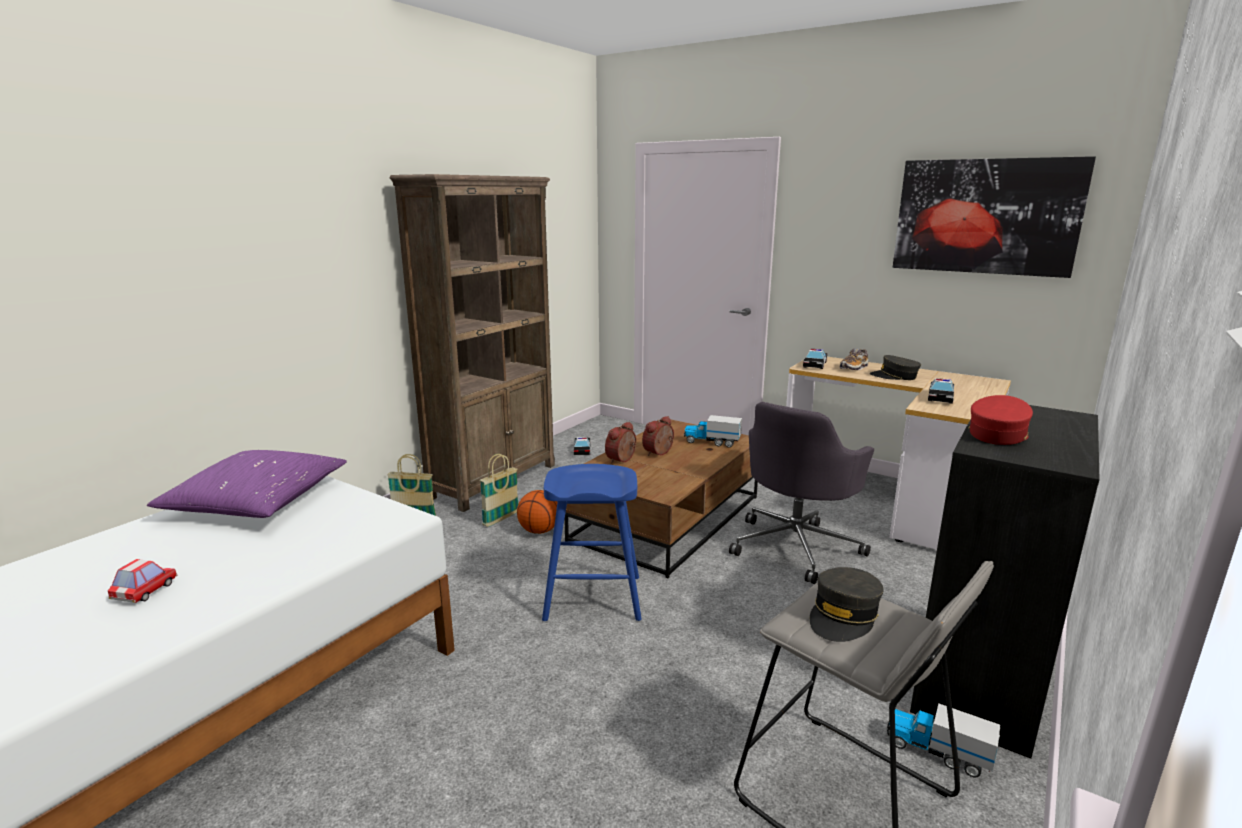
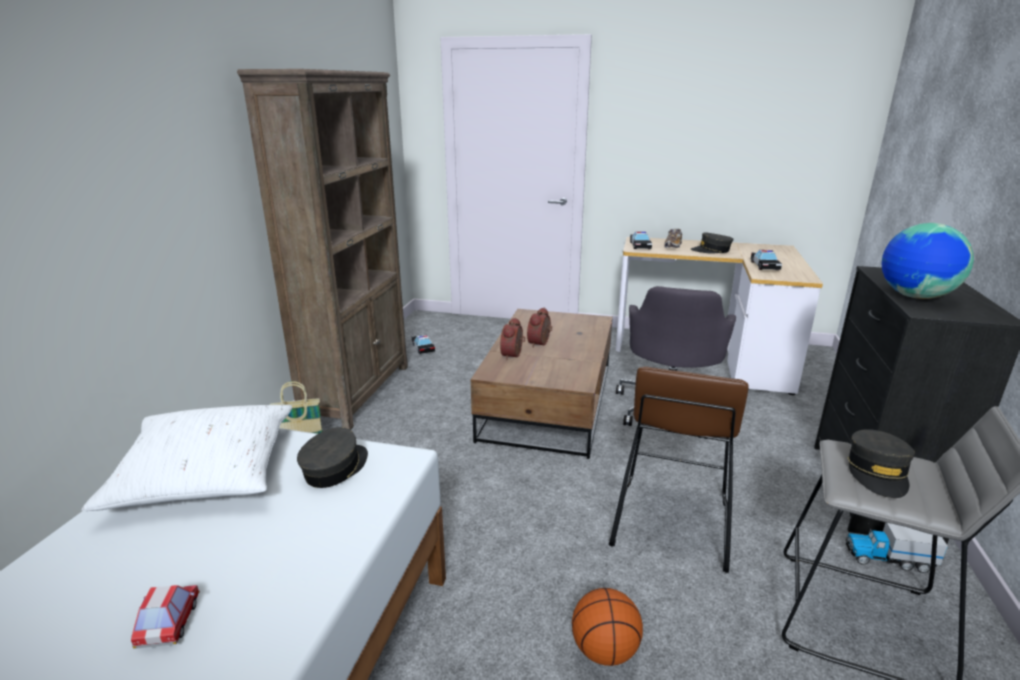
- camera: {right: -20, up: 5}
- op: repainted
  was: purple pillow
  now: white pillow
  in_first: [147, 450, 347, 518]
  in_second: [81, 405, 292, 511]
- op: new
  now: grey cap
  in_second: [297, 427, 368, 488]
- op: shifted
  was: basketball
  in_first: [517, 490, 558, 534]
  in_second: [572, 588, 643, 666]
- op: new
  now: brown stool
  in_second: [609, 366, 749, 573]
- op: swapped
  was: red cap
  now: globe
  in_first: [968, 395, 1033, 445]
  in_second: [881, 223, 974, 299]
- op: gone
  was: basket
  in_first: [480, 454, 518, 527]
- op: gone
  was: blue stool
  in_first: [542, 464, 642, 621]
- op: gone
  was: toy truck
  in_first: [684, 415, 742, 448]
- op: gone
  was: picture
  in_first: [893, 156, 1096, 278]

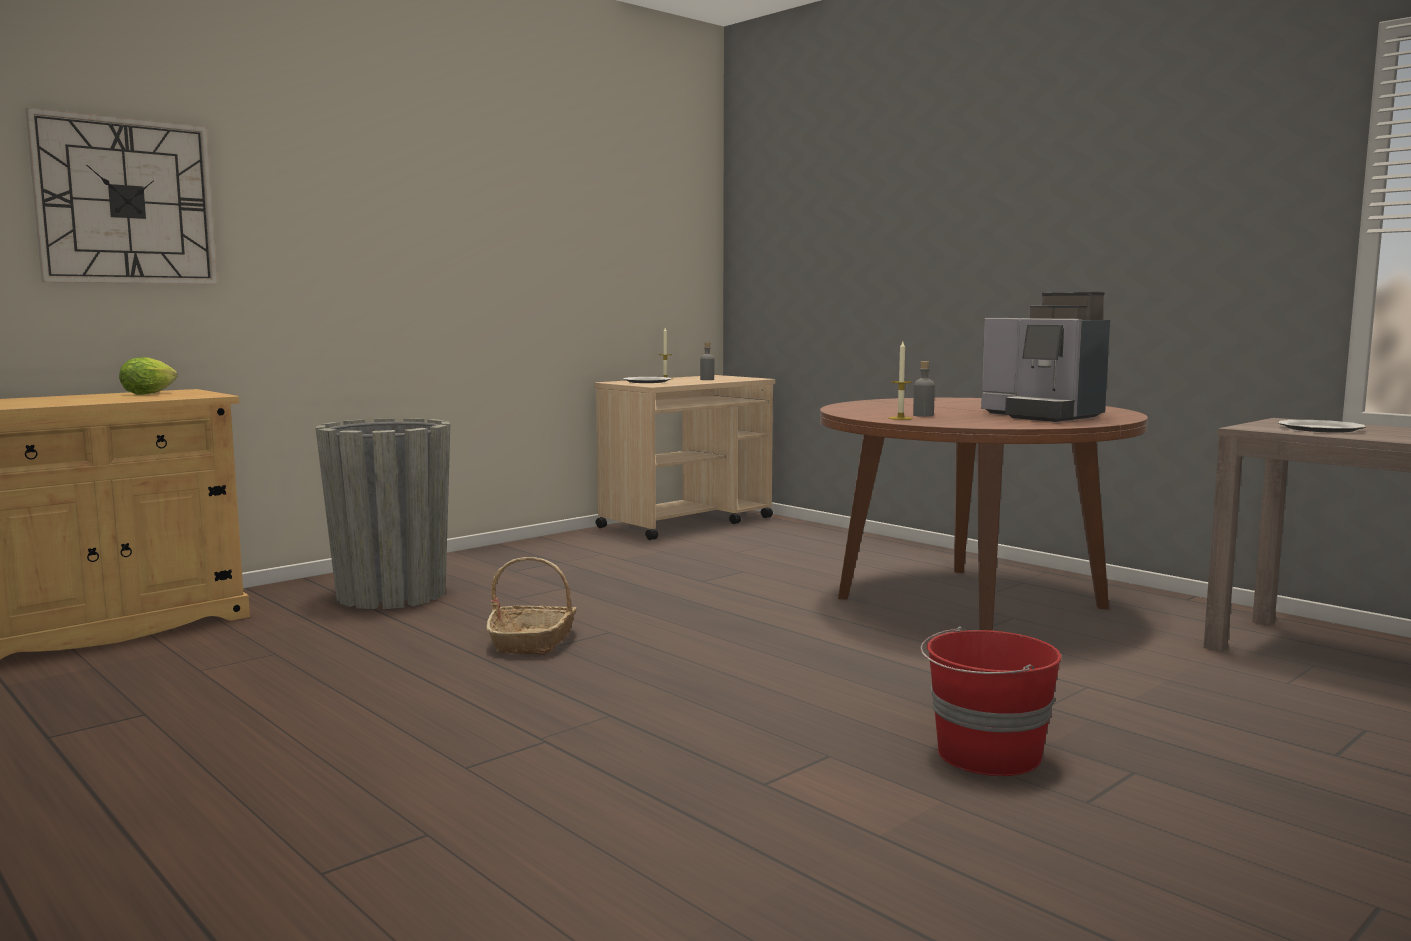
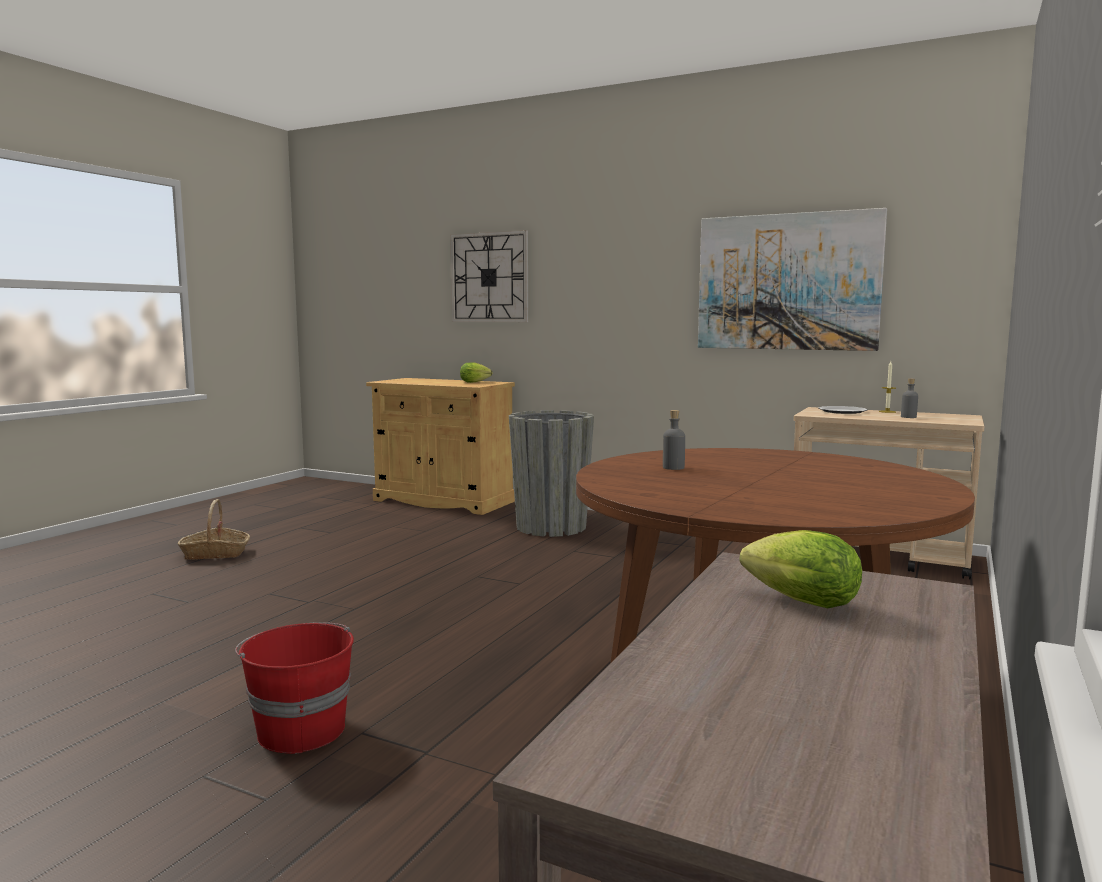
- camera: {right: 70, up: 0}
- op: shifted
  was: basket
  in_first: [486, 557, 577, 655]
  in_second: [178, 499, 250, 560]
- op: new
  now: picture
  in_second: [698, 208, 887, 351]
- op: swapped
  was: plate
  now: lettuce
  in_first: [1278, 420, 1366, 433]
  in_second: [740, 530, 862, 608]
- op: gone
  was: candle
  in_first: [889, 341, 913, 420]
- op: gone
  was: coffee machine
  in_first: [981, 292, 1110, 422]

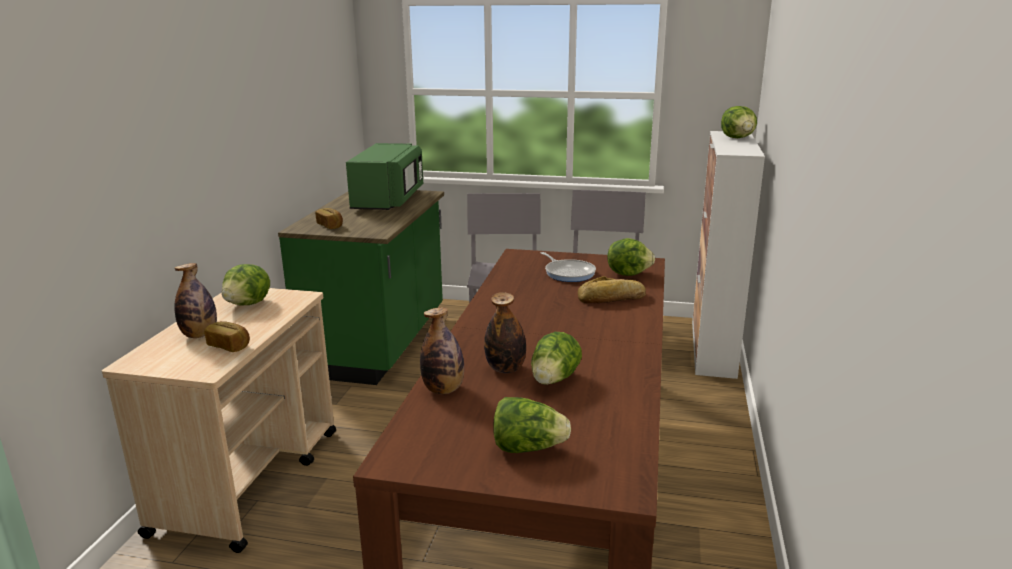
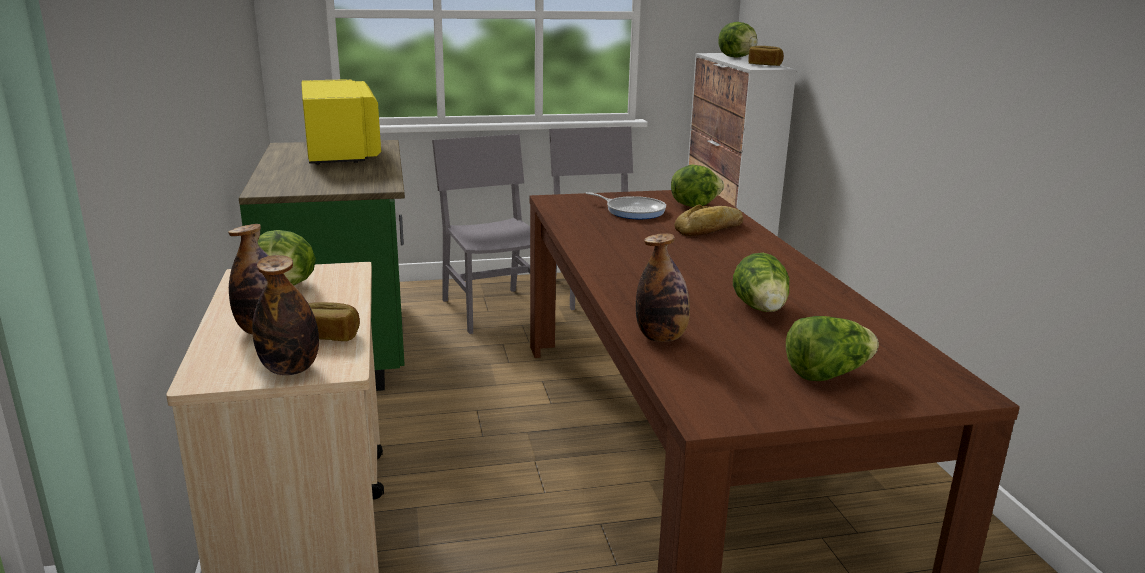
- camera: {right: -25, up: 0}
- op: shifted
  was: bottle
  in_first: [484, 292, 526, 373]
  in_second: [252, 255, 319, 375]
- op: repainted
  was: green microwave
  now: yellow microwave
  in_first: [346, 143, 423, 210]
  in_second: [301, 79, 381, 165]
- op: shifted
  was: bread
  in_first: [315, 208, 343, 229]
  in_second: [748, 46, 784, 66]

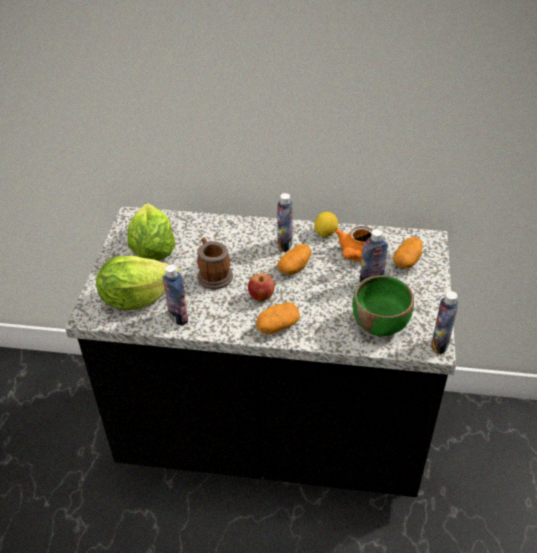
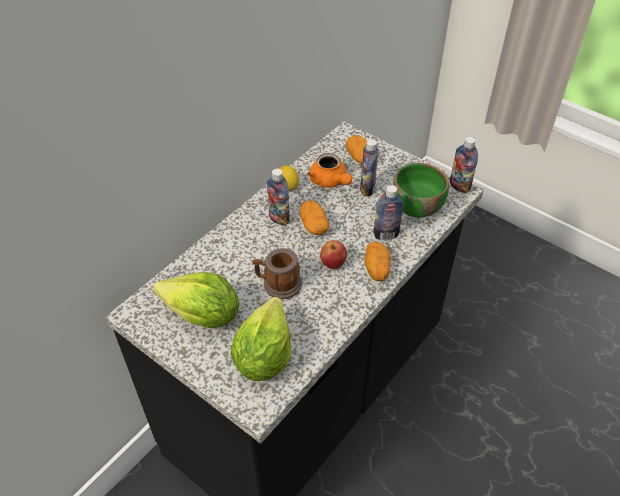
- camera: {right: -60, up: 5}
- op: shifted
  was: bottle
  in_first: [163, 265, 188, 326]
  in_second: [373, 185, 404, 240]

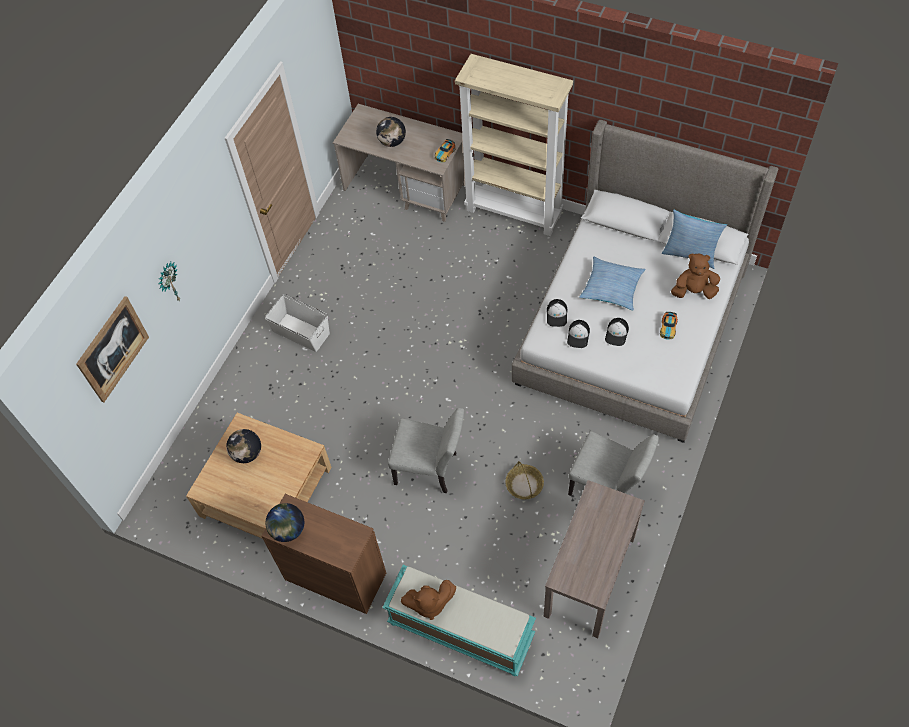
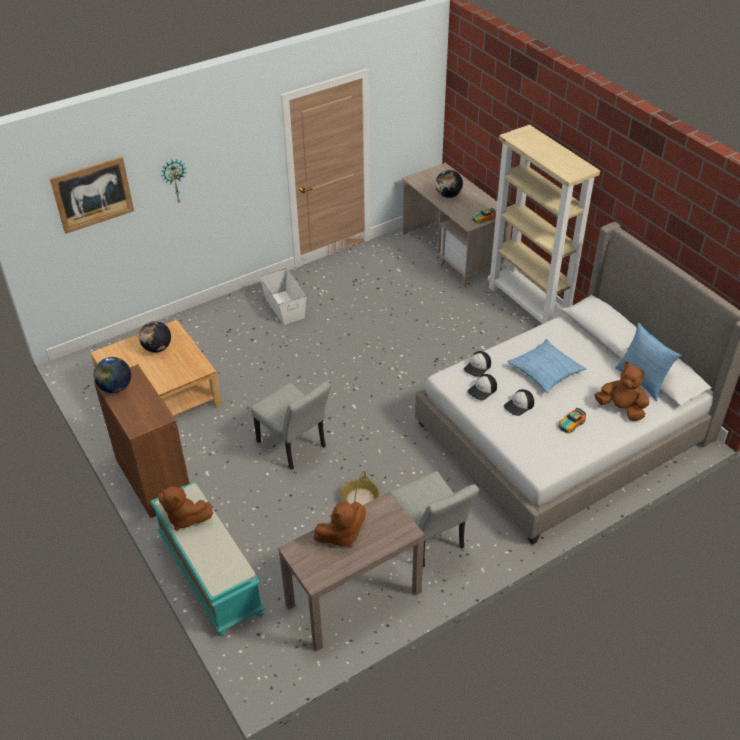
- camera: {right: 30, up: -15}
- op: new
  now: brown plush toy
  in_second: [313, 502, 366, 548]

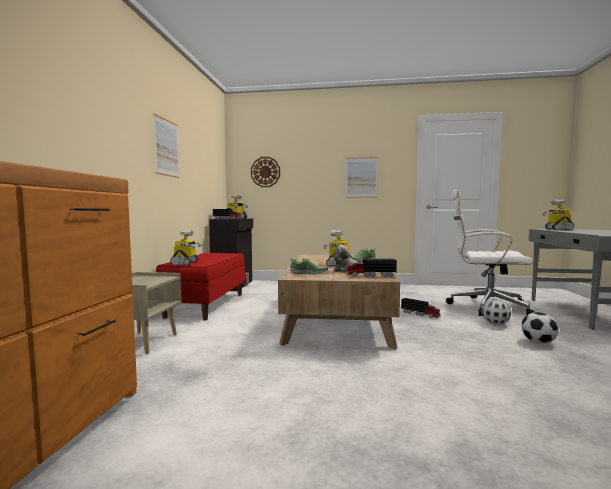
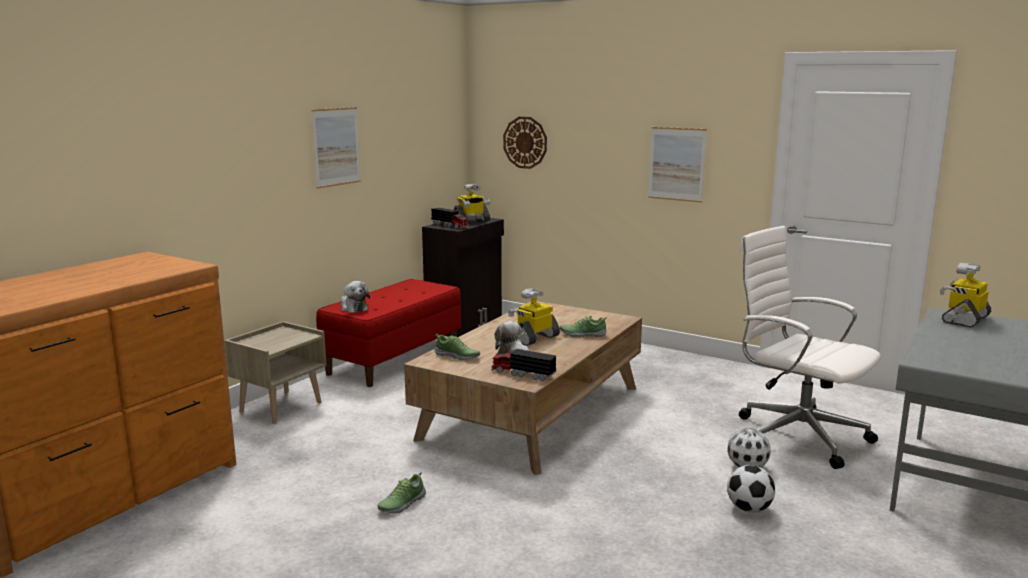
- camera: {right: 25, up: 10}
- op: swapped
  was: toy robot
  now: plush toy
  in_first: [170, 230, 201, 266]
  in_second: [341, 281, 370, 313]
- op: new
  now: shoe
  in_second: [378, 472, 426, 513]
- op: gone
  was: toy truck
  in_first: [401, 298, 441, 318]

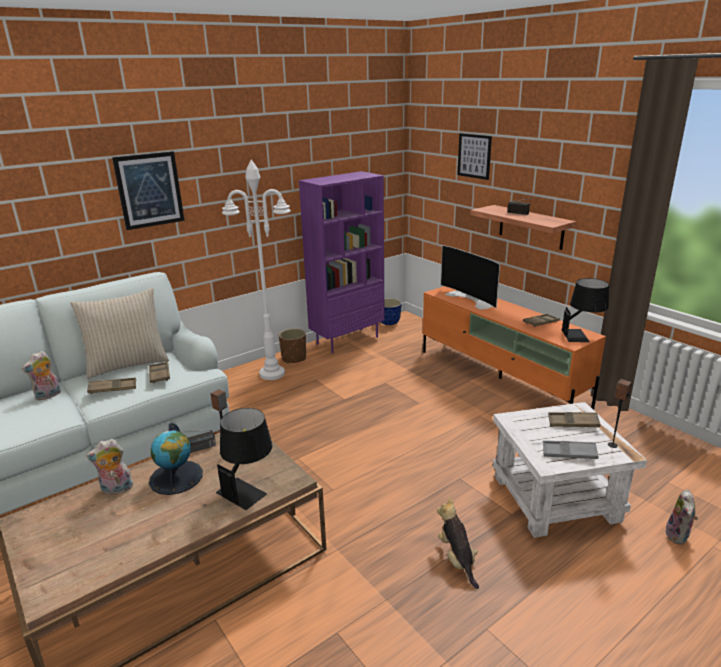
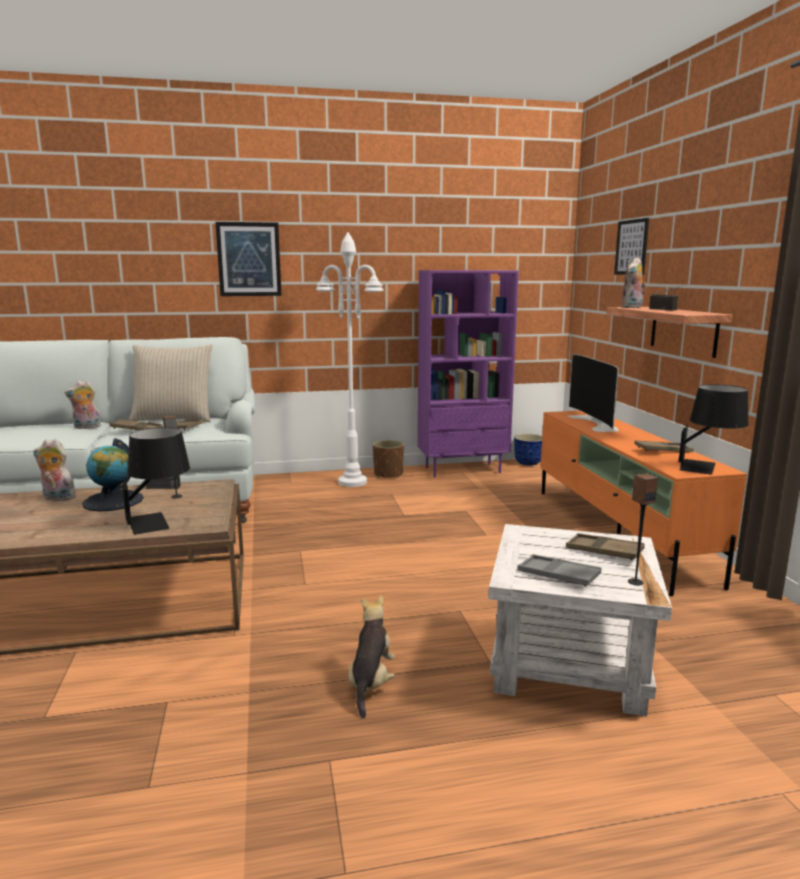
- camera: {right: 25, up: -10}
- op: shifted
  was: plush toy
  in_first: [664, 489, 698, 545]
  in_second: [621, 258, 646, 308]

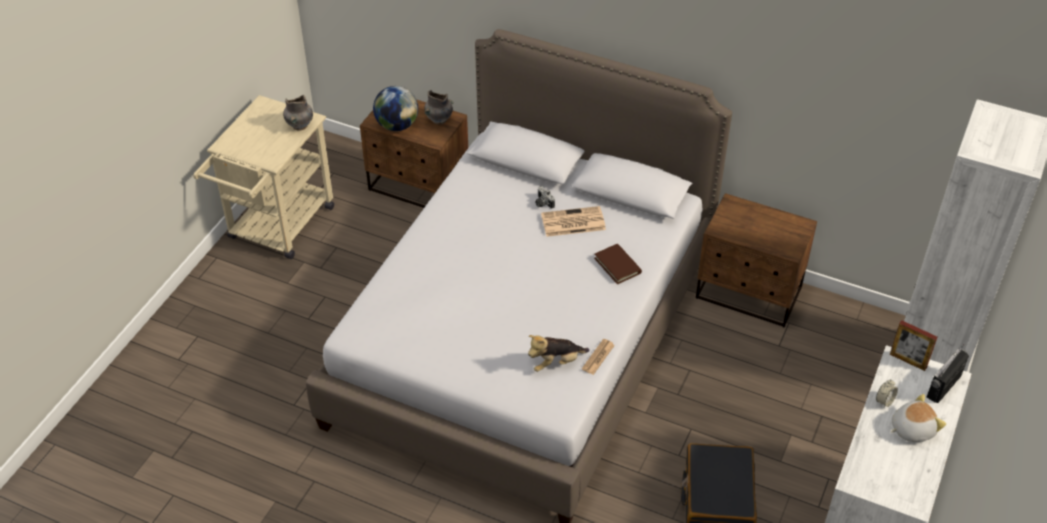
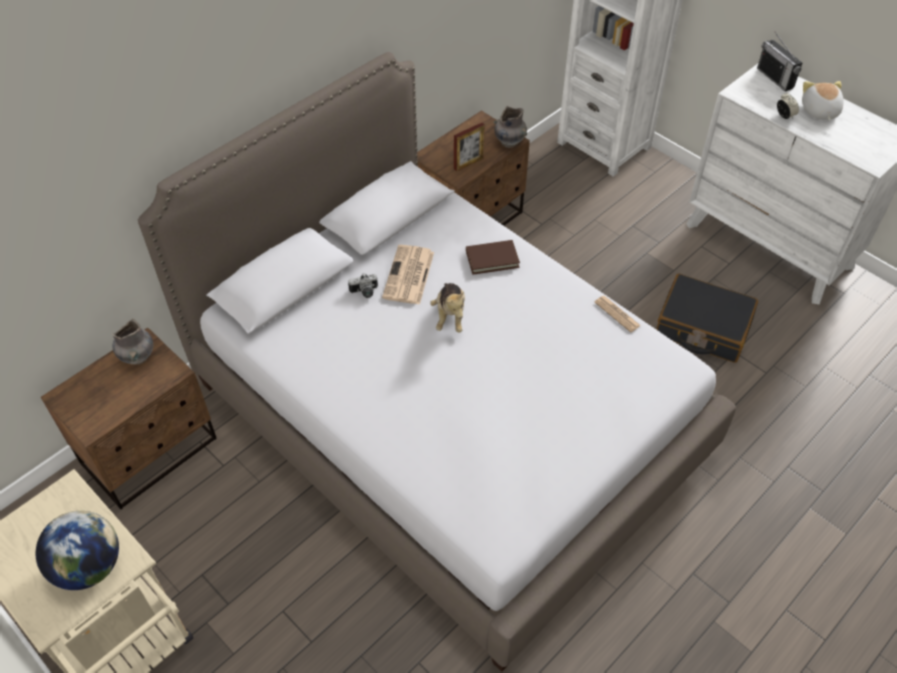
- camera: {right: -70, up: 5}
- op: shifted
  was: globe
  in_first: [373, 86, 418, 131]
  in_second: [36, 511, 119, 590]
- op: shifted
  was: plush toy
  in_first: [528, 335, 590, 372]
  in_second: [430, 283, 465, 333]
- op: shifted
  was: picture frame
  in_first: [890, 320, 937, 371]
  in_second: [454, 123, 485, 172]
- op: shifted
  was: grey vase
  in_first: [283, 95, 313, 131]
  in_second: [493, 106, 527, 148]

